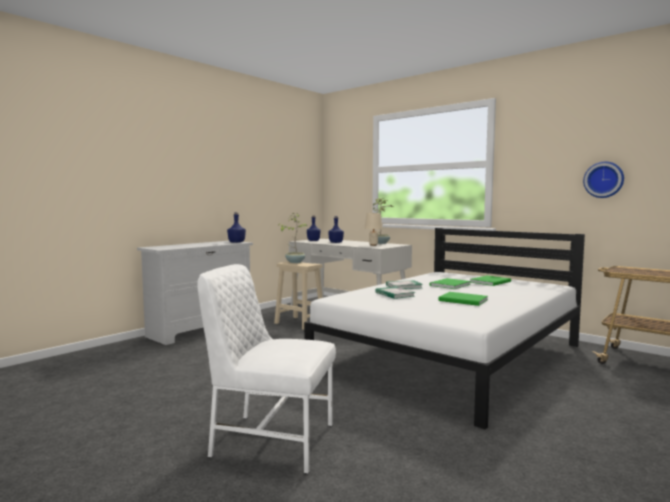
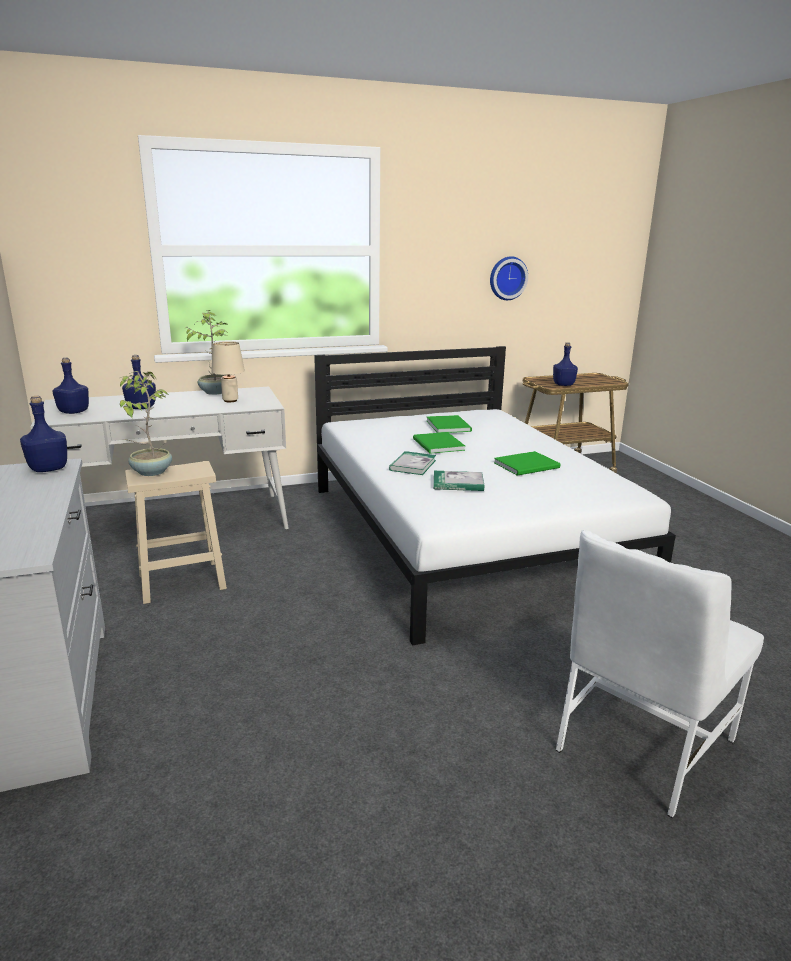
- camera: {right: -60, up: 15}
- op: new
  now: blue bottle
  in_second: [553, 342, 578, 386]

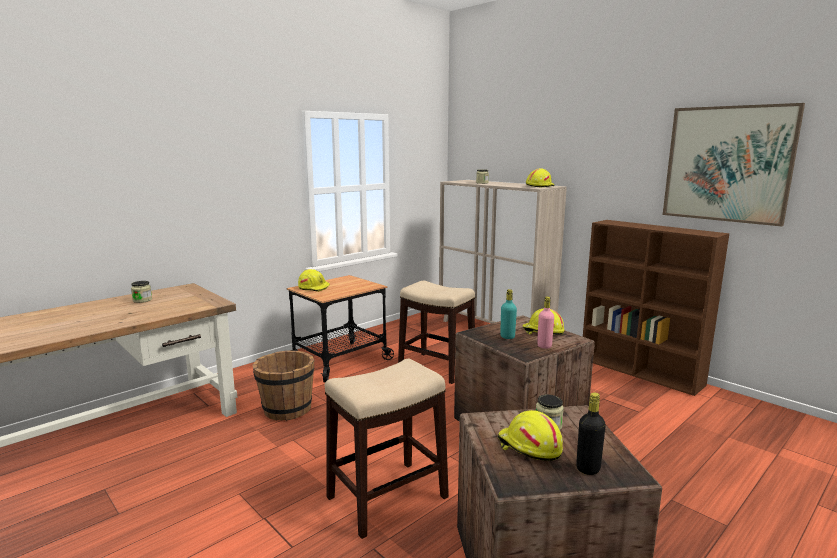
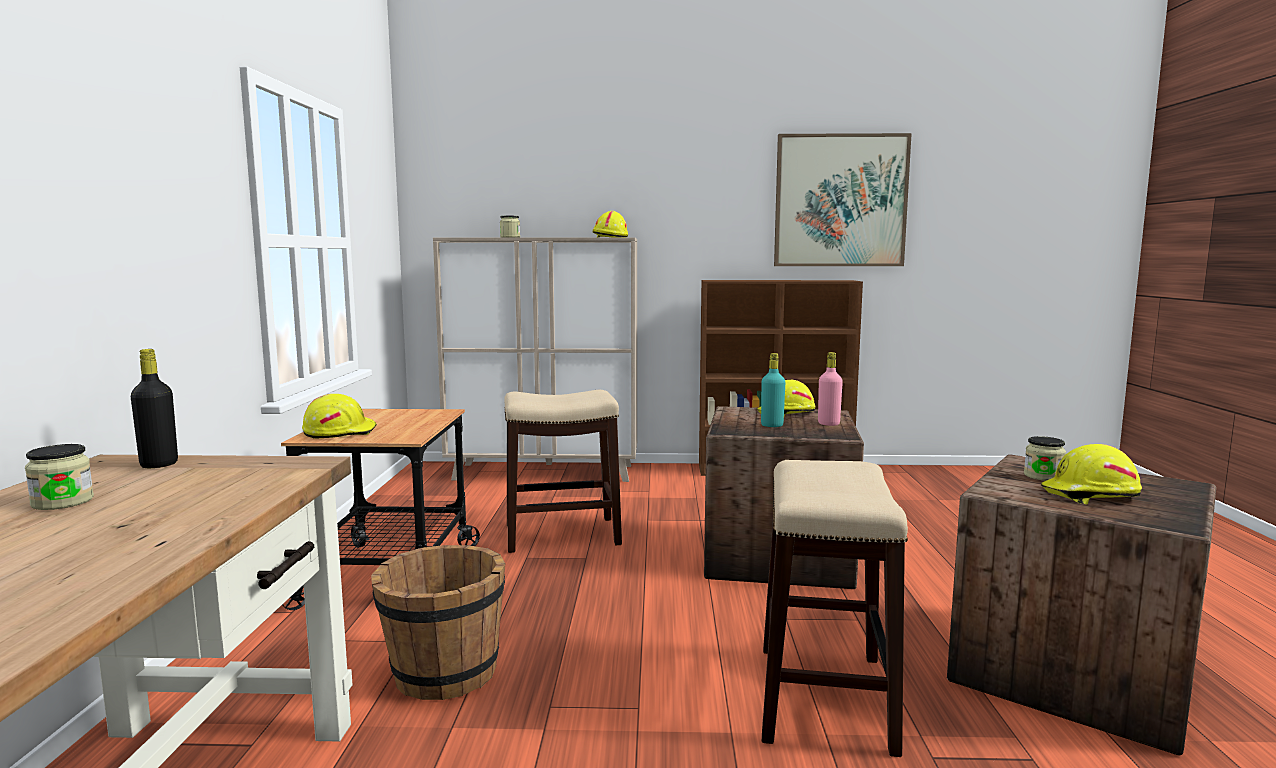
- camera: {right: -45, up: -5}
- op: shifted
  was: black bottle
  in_first: [576, 392, 606, 475]
  in_second: [131, 349, 178, 468]

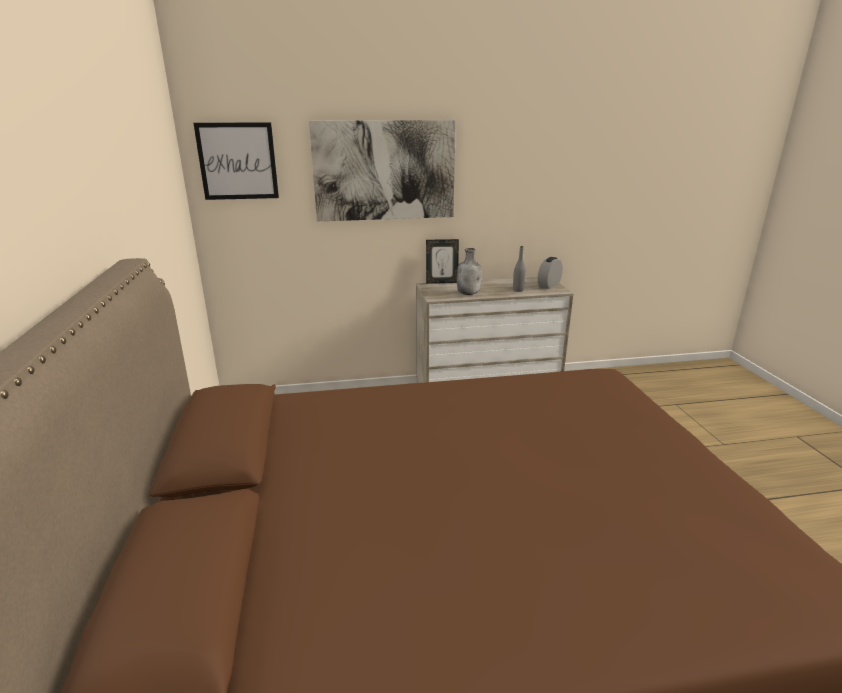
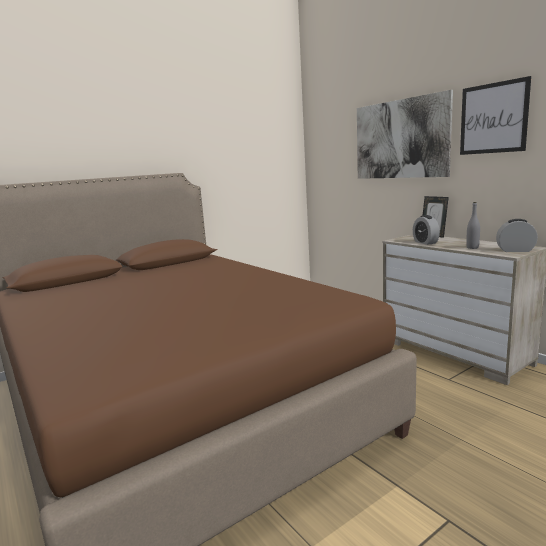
- camera: {right: 65, up: -10}
- op: swapped
  was: grey bottle
  now: alarm clock
  in_first: [457, 248, 482, 295]
  in_second: [413, 215, 440, 245]
- op: shifted
  was: picture
  in_first: [193, 122, 279, 200]
  in_second: [460, 76, 531, 155]

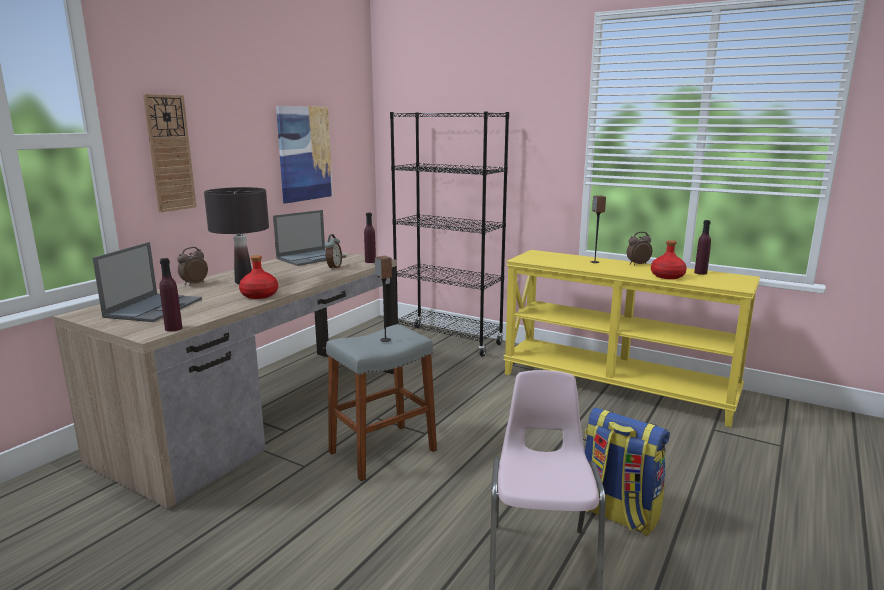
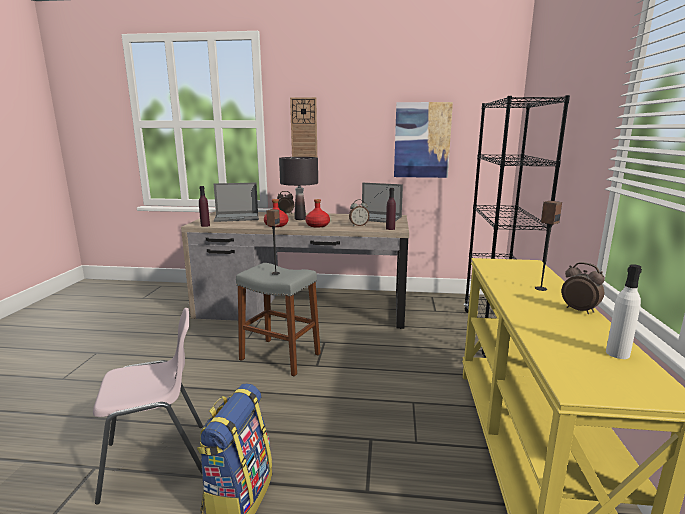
- camera: {right: 65, up: 0}
- op: shifted
  was: red bottle
  in_first: [651, 240, 687, 279]
  in_second: [305, 199, 330, 228]
- op: repainted
  was: purple bottle
  now: white bottle
  in_first: [694, 220, 711, 275]
  in_second: [606, 264, 642, 359]

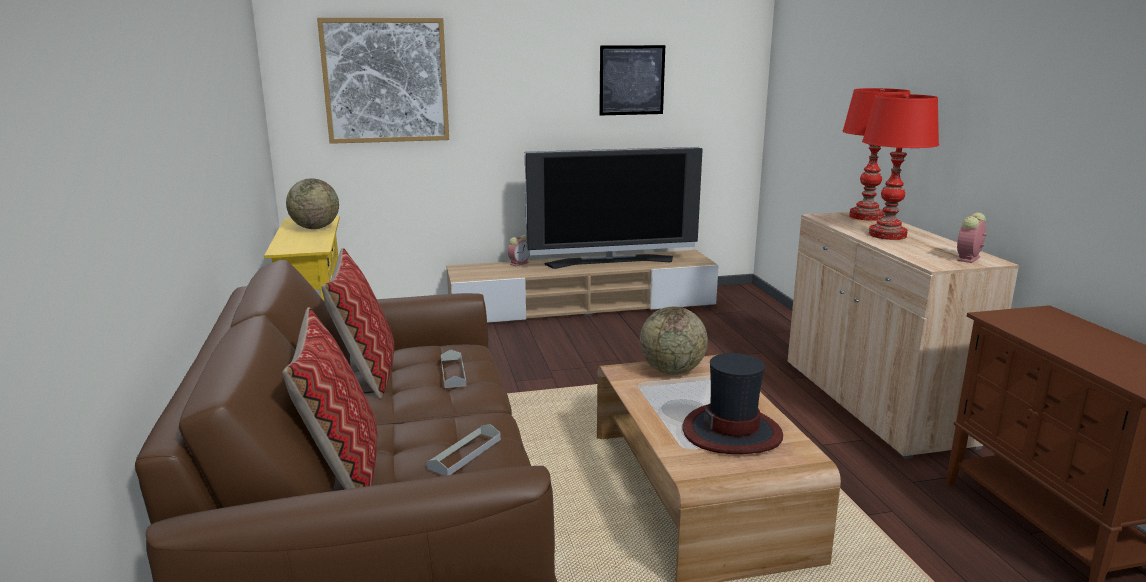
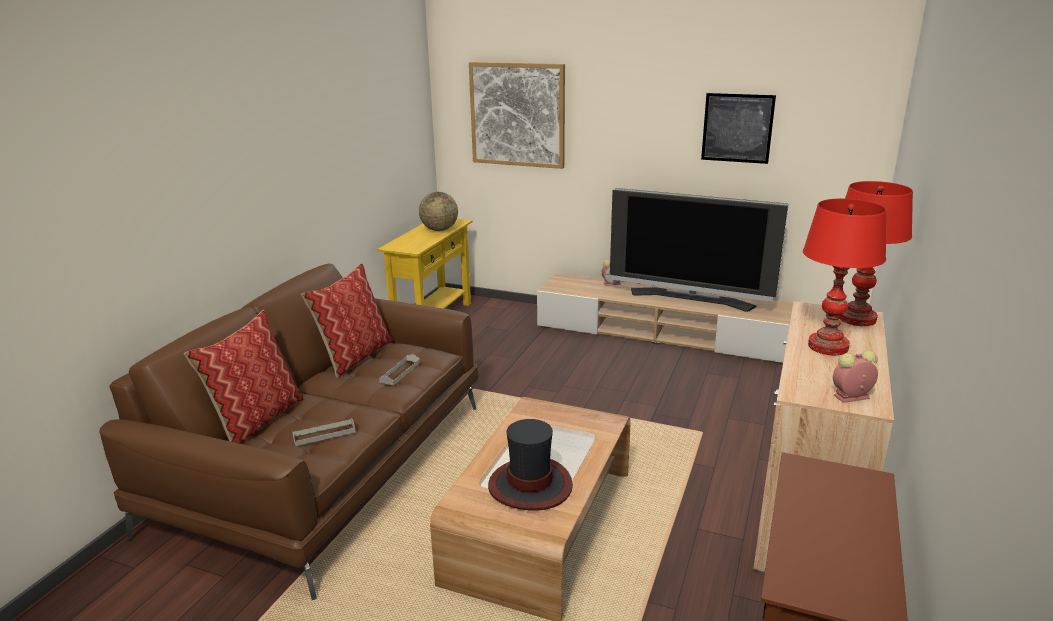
- camera: {right: 35, up: 5}
- op: gone
  was: globe
  in_first: [640, 306, 708, 374]

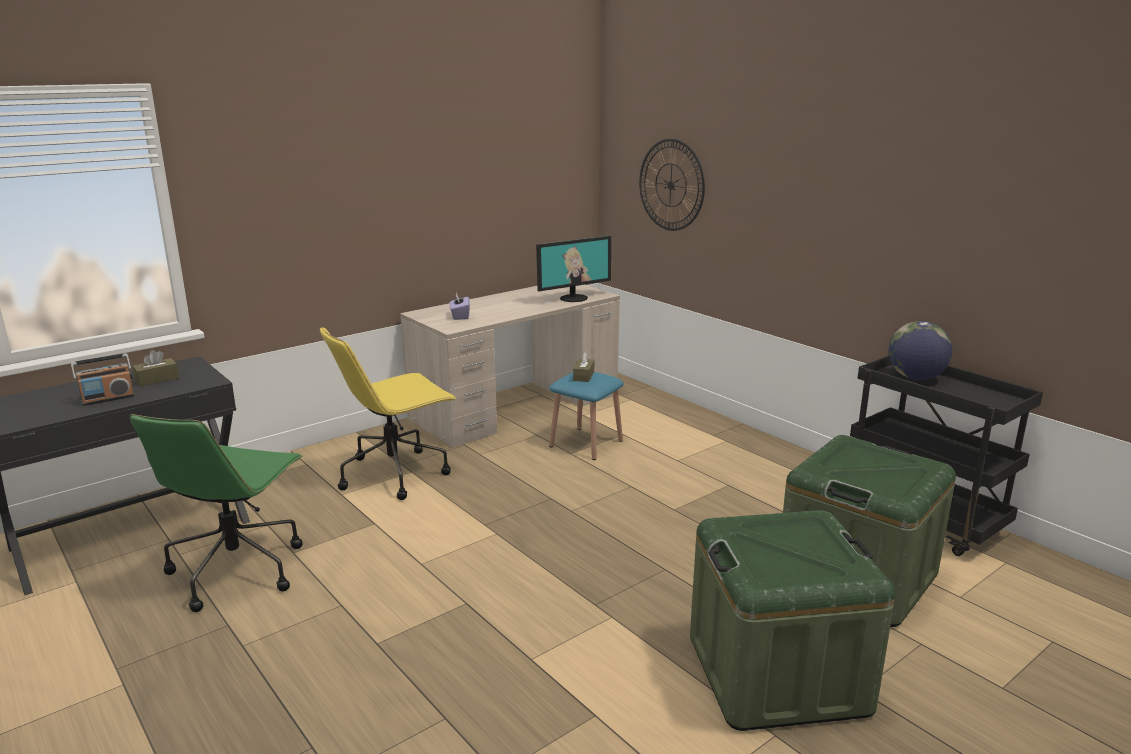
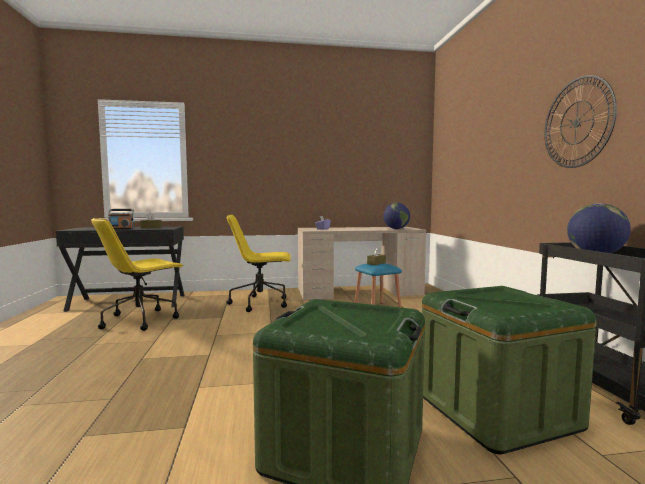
- camera: {right: 30, up: -15}
- op: repainted
  was: green office chair
  now: yellow office chair
  in_first: [130, 414, 303, 612]
  in_second: [91, 218, 184, 331]
- op: swapped
  was: monitor
  now: globe
  in_first: [536, 236, 611, 302]
  in_second: [383, 203, 410, 229]
- op: shifted
  was: wall clock
  in_first: [639, 139, 705, 231]
  in_second: [544, 75, 617, 168]

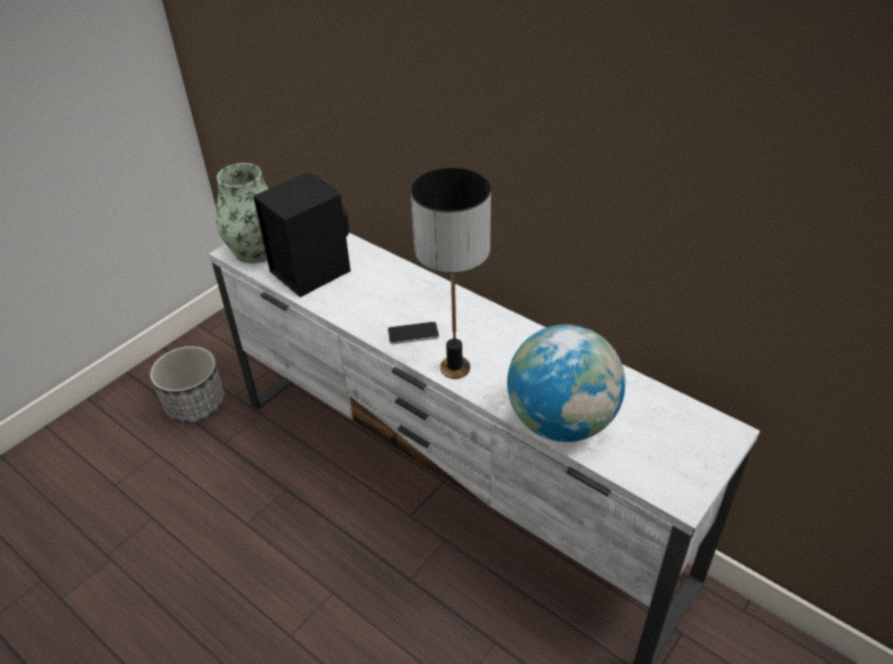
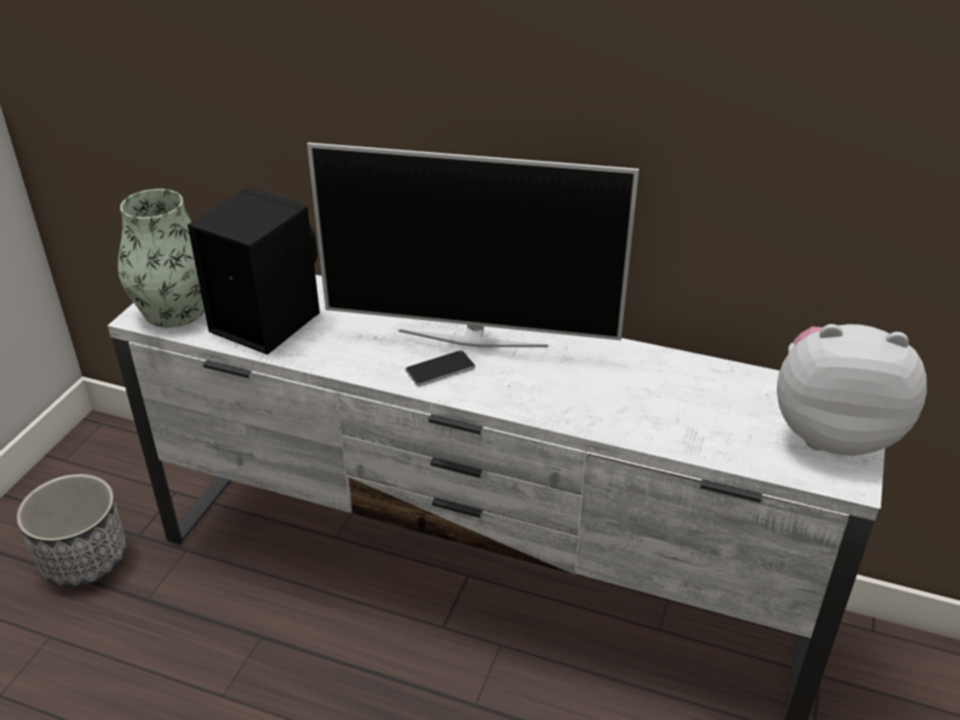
- camera: {right: -20, up: -5}
- op: new
  now: television
  in_second: [307, 142, 639, 347]
- op: new
  now: plush toy
  in_second: [777, 324, 927, 456]
- op: gone
  was: table lamp
  in_first: [411, 168, 491, 379]
- op: gone
  was: globe
  in_first: [507, 324, 625, 442]

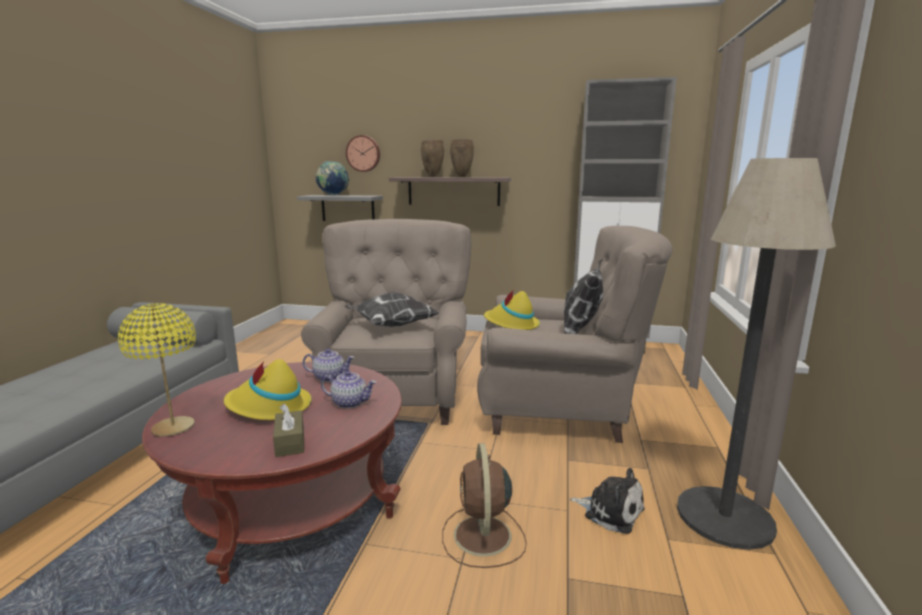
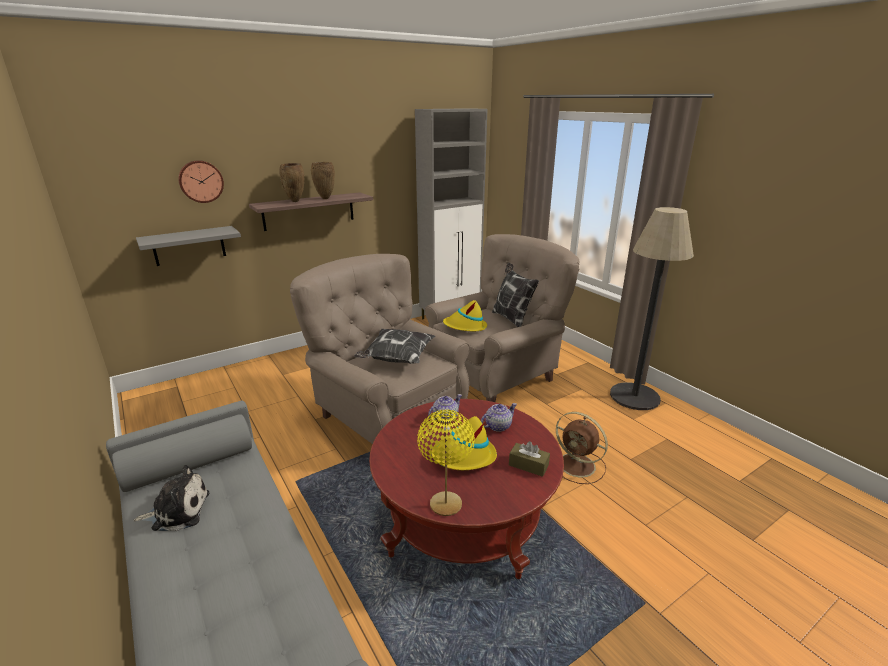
- camera: {right: -45, up: 10}
- op: shifted
  was: plush toy
  in_first: [570, 468, 644, 534]
  in_second: [133, 465, 209, 531]
- op: gone
  was: globe
  in_first: [316, 161, 349, 196]

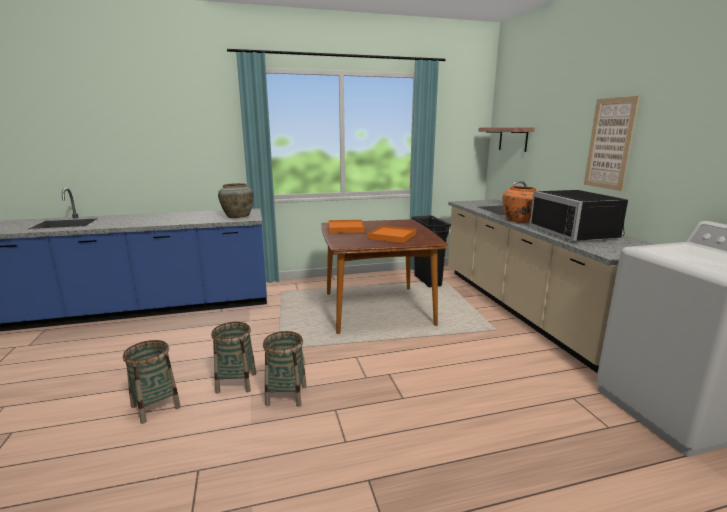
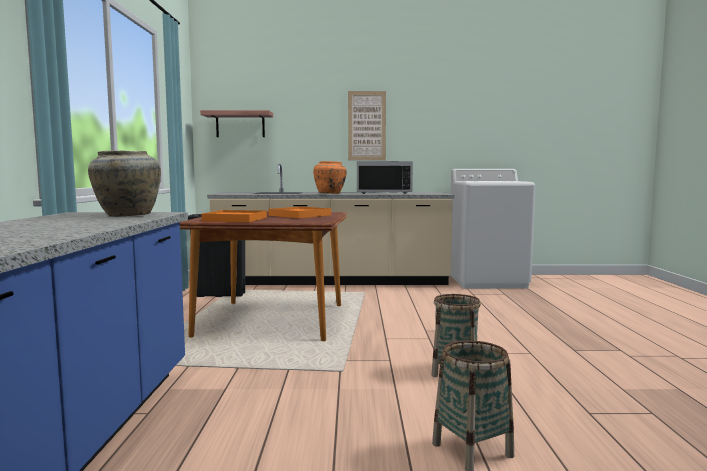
- camera: {right: -75, up: -10}
- op: gone
  was: basket
  in_first: [211, 322, 256, 394]

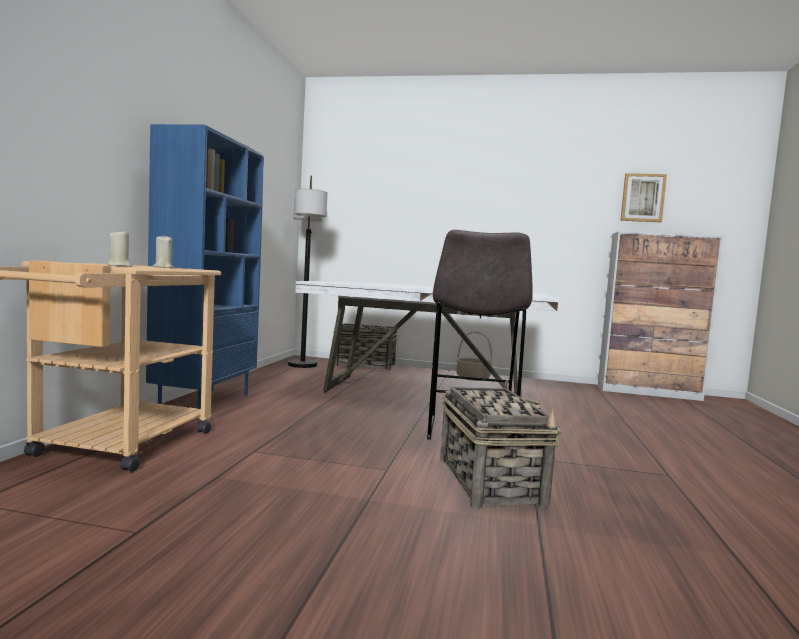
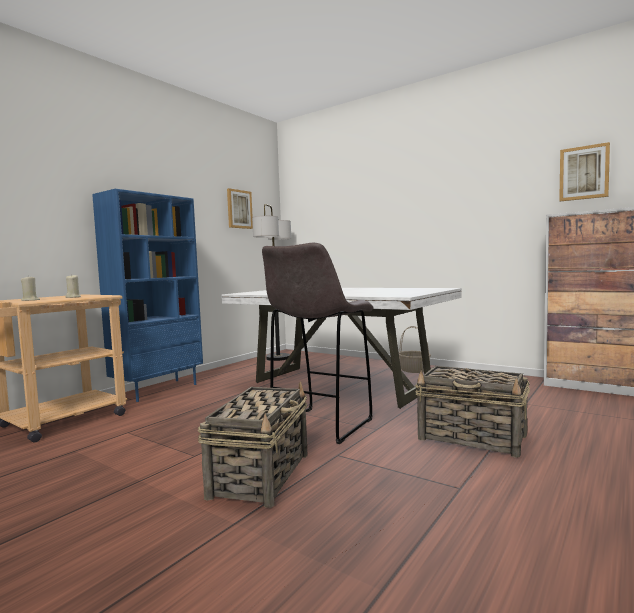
- camera: {right: 25, up: 0}
- op: new
  now: picture
  in_second: [227, 188, 253, 229]
- op: shifted
  was: basket
  in_first: [333, 323, 398, 371]
  in_second: [415, 366, 530, 458]

